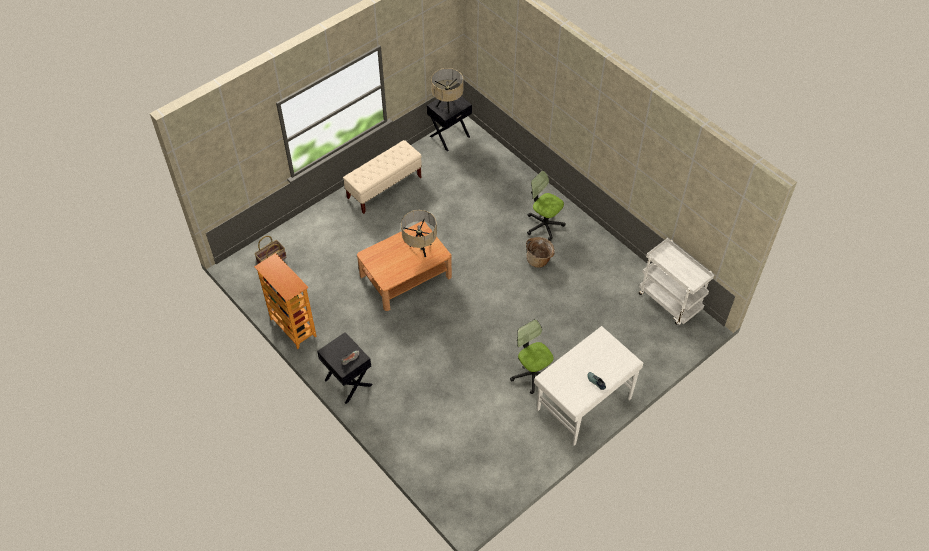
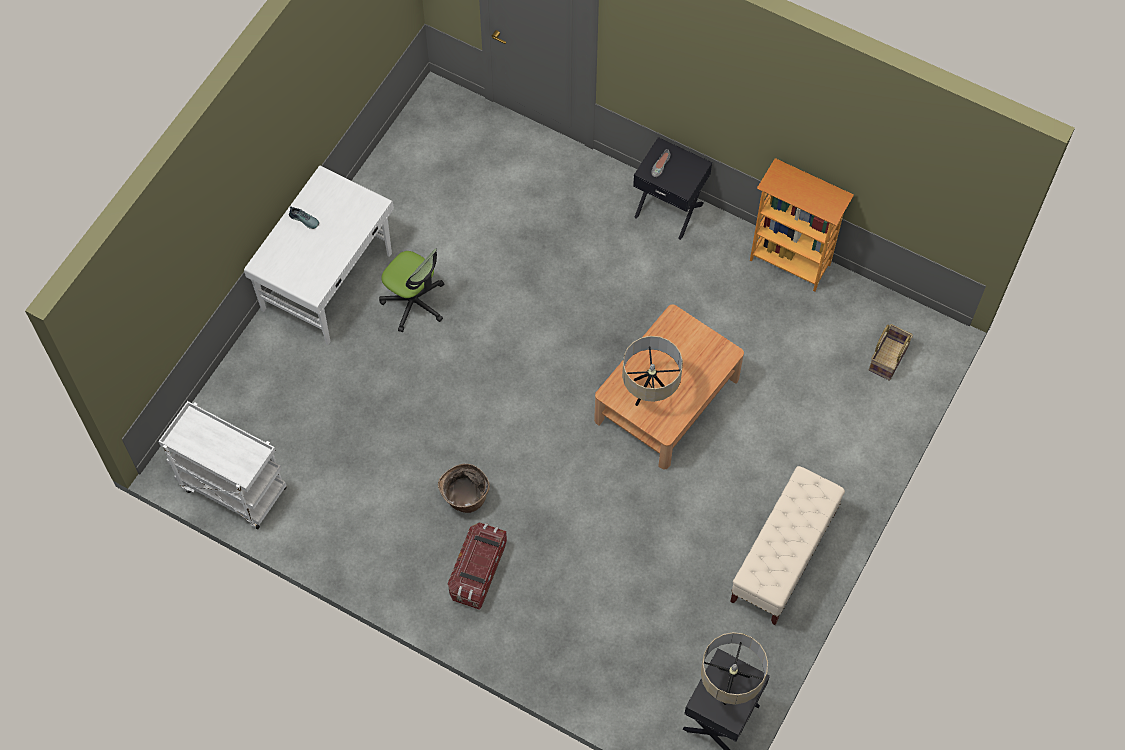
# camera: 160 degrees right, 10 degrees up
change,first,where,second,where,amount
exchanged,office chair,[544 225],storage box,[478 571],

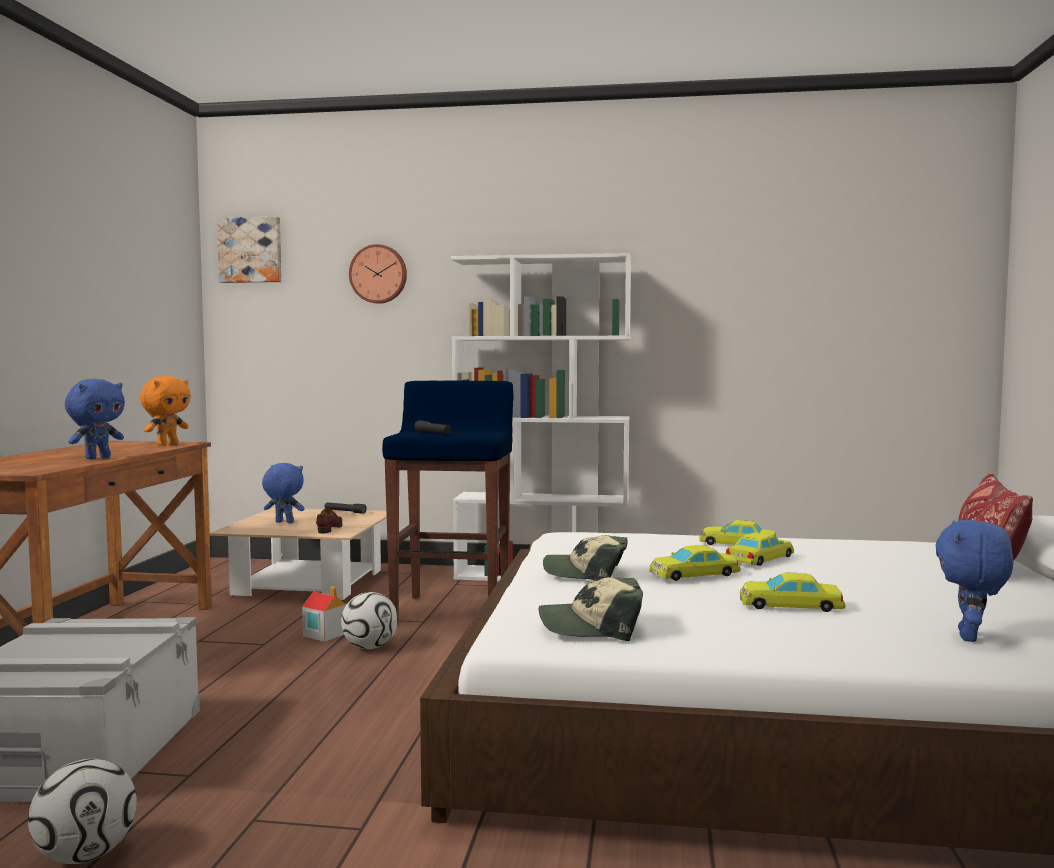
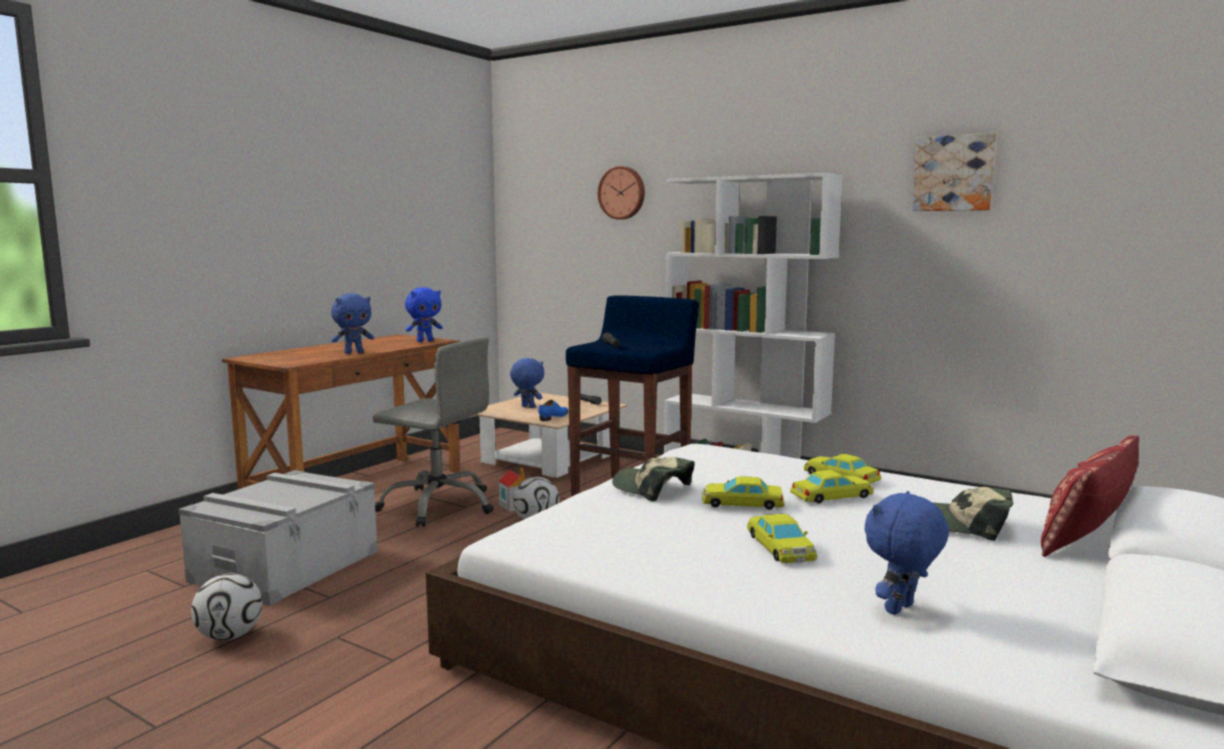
# camera: 25 degrees right, 5 degrees up
change,first,where,second,where,amount
appeared,,,office chair (grey),[438 505],
relocated,picture,[251 250],,[954 173],
relocated,cap,[592 627],,[965 525],
colour,plush toy (orange),[167 444],plush toy (blue),[425 341],
colour,shoe (brown),[330 528],shoe (blue),[554 417],
spun,toy car (yellow),[790 604],,[780 547],135 degrees counterclockwise

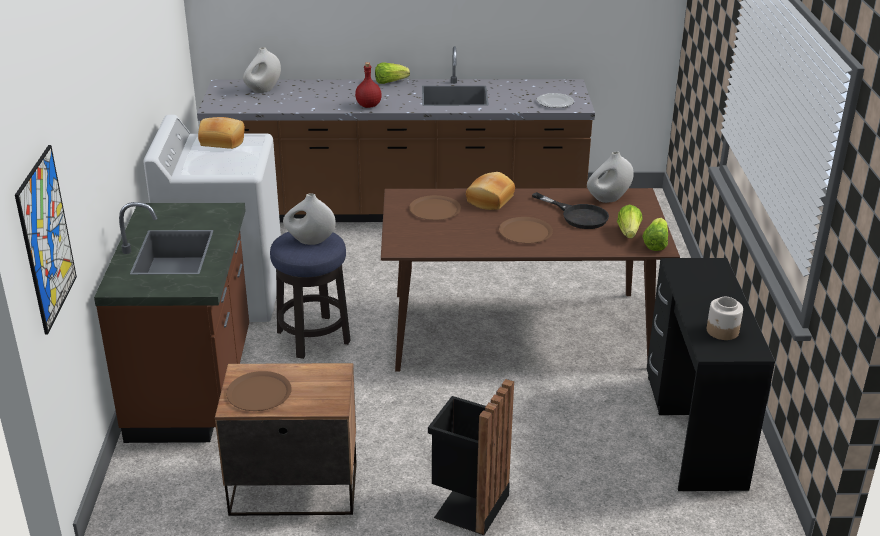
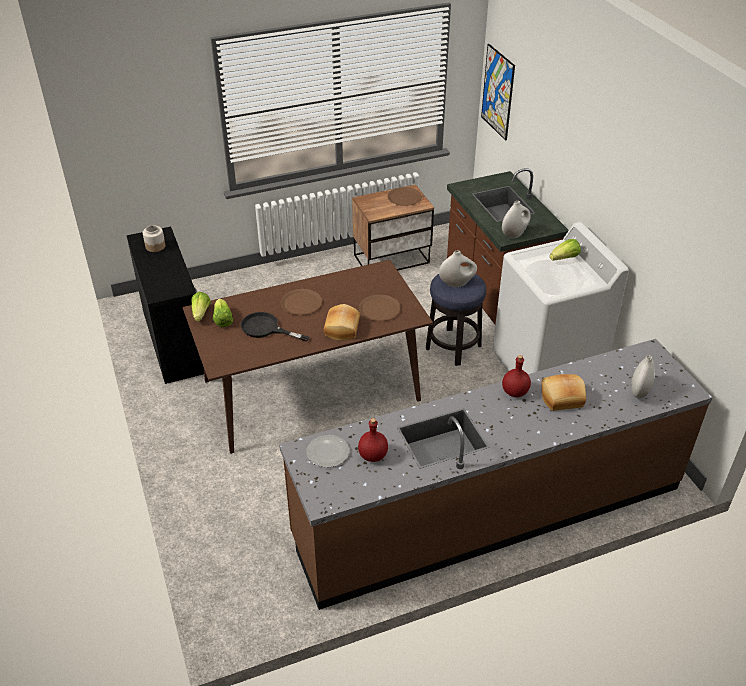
# camera: 160 degrees right, 10 degrees up
change,first,where,second,where,amount
missing,trash can (black),[468 505],,,
appeared,,,bottle (red),[372 456],
relocated,bread,[223 141],,[562 399],
relocated,lettuce,[390 82],,[564 258],
relocated,vase (white),[608 199],,[514 234],

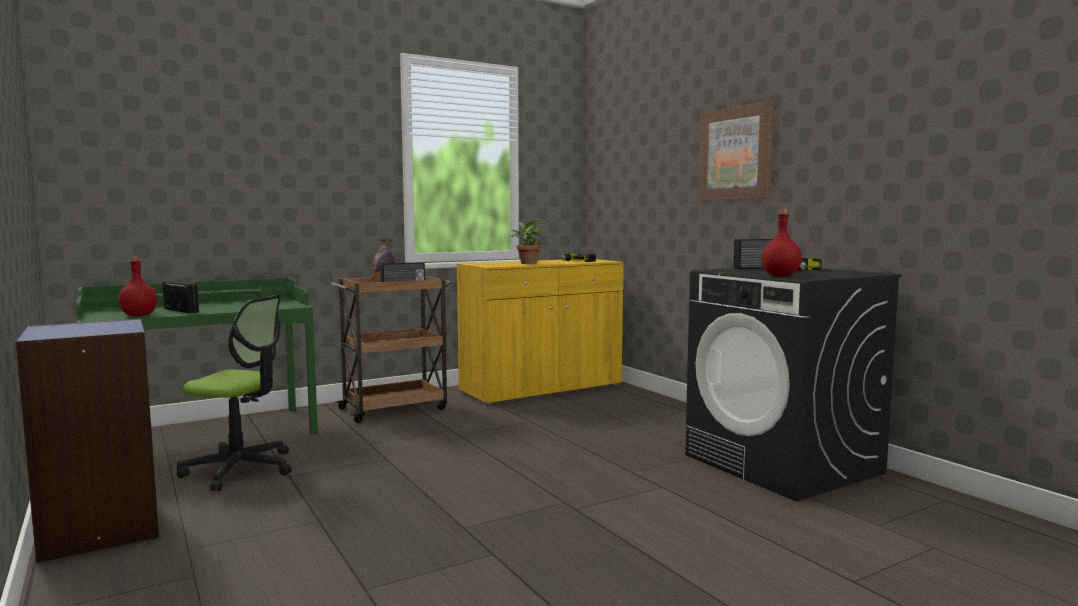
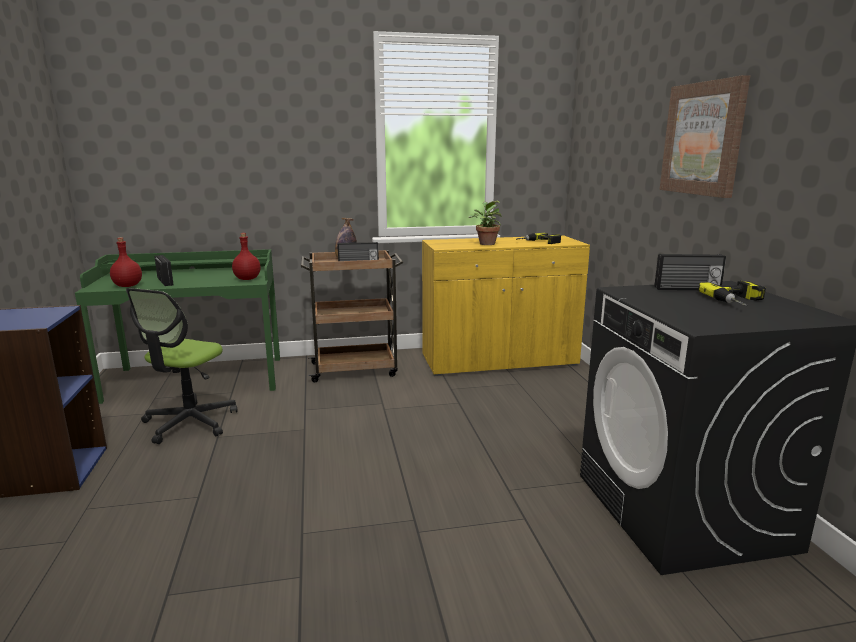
# camera: 20 degrees right, 10 degrees up
change,first,where,second,where,amount
relocated,bottle (red),[781 276],,[247 279],
spun,office chair,[240 469],,[190 423],75 degrees clockwise

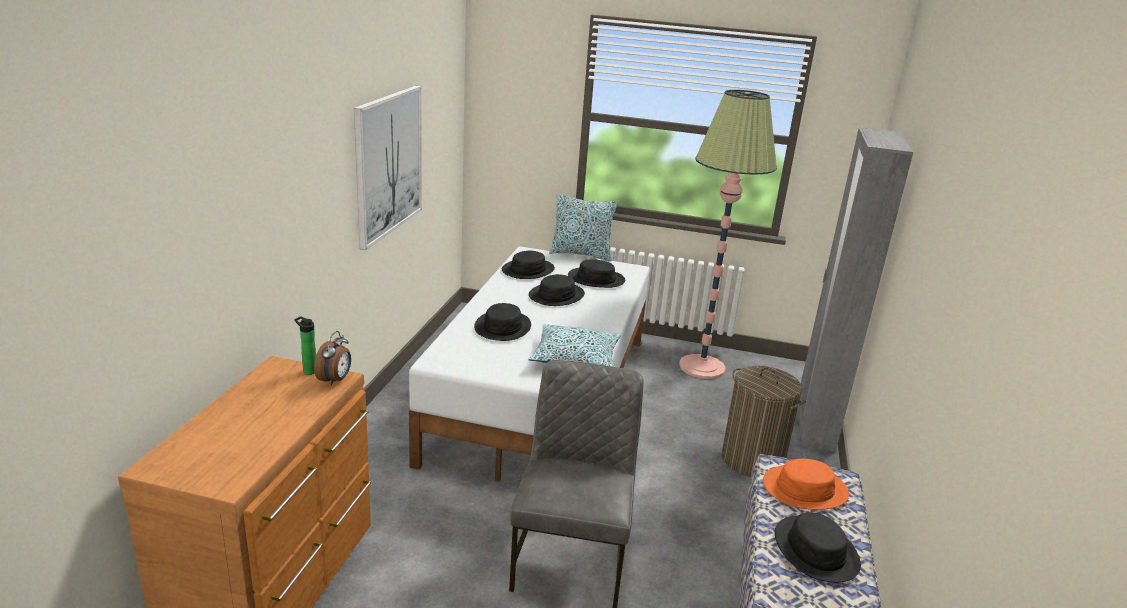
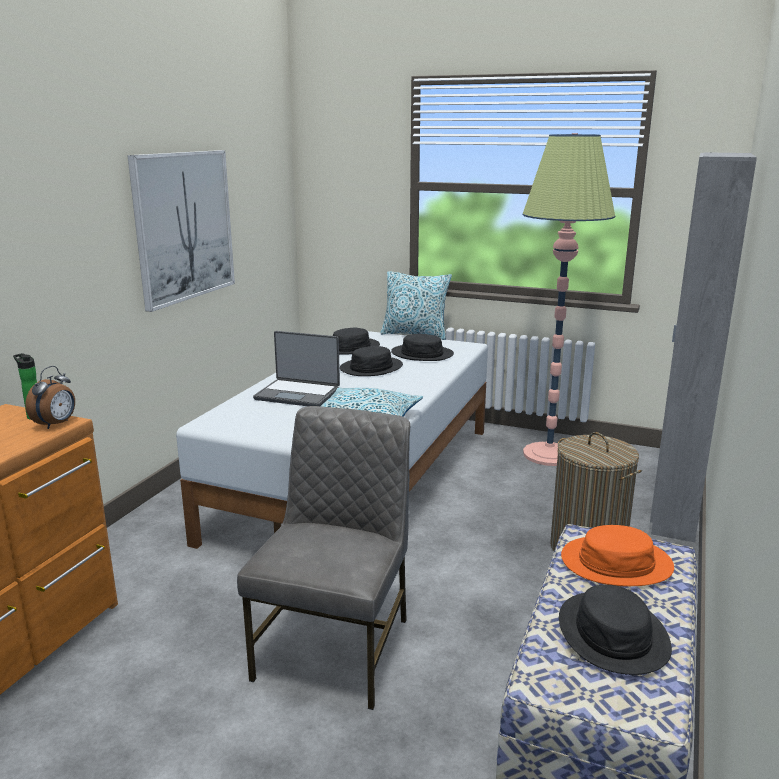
# camera: 10 degrees right, 5 degrees down
change,first,where,second,where,amount
exchanged,hat (black),[503 327],laptop,[298 394],

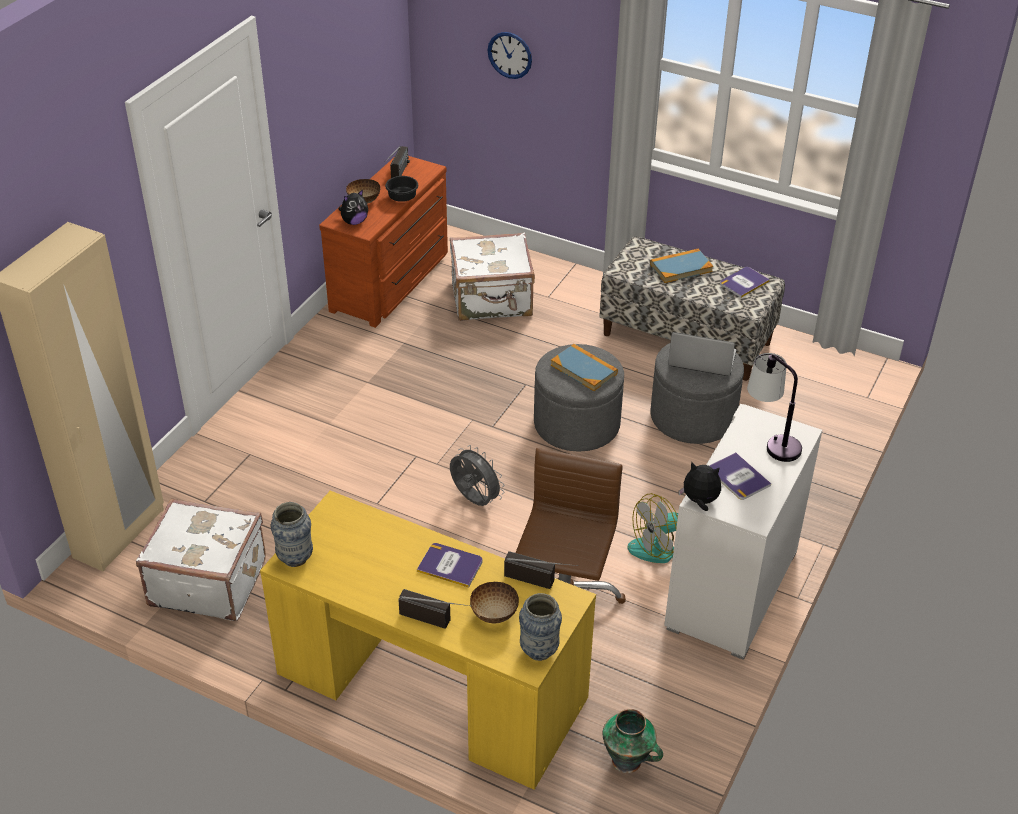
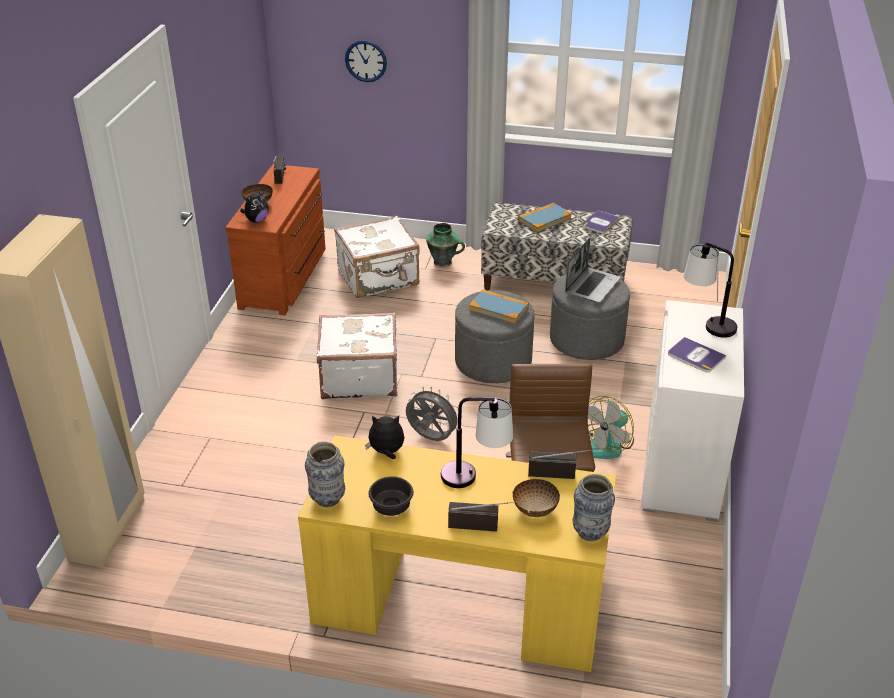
# camera: 15 degrees left, 5 degrees down
change,first,where,second,where,amount
relocated,suitcase (white),[208 581],,[358 377],
relocated,bowl (black),[402 197],,[390 506],
relocated,vase,[628 762],,[443 262],
relocated,plush toy,[699 501],,[386 452],
exchanged,book,[450 565],table lamp,[475 477],
spun,laptop,[701 360],,[592 286],120 degrees clockwise

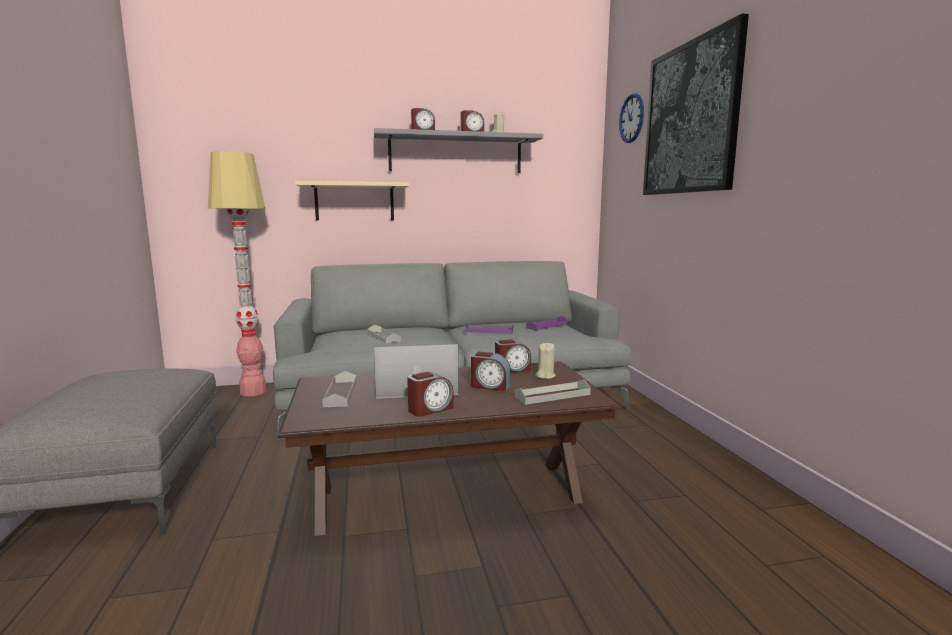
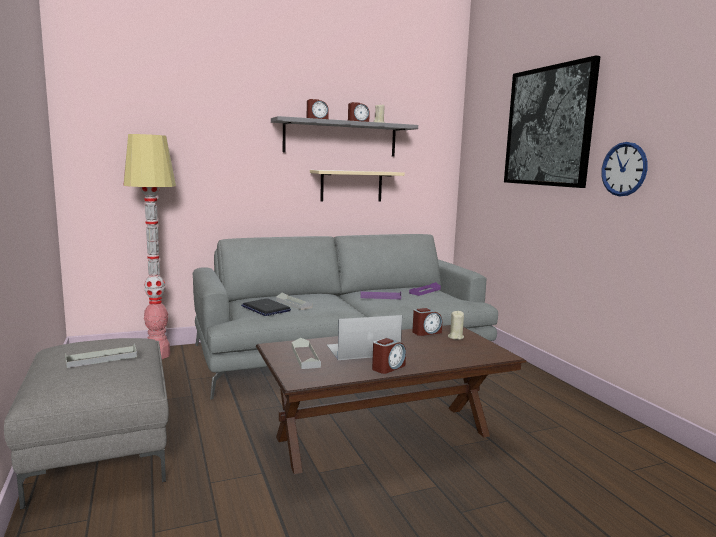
# camera: 10 degrees left, 0 degrees up
change,first,where,second,where,amount
missing,alarm clock,[490 386],,,
appeared,,,laptop,[265 308],
relocated,shelf (beige),[354 202],,[351 186],
relocated,tray (grey),[552 395],,[101 359],
relocated,wall clock,[632 118],,[624 169],

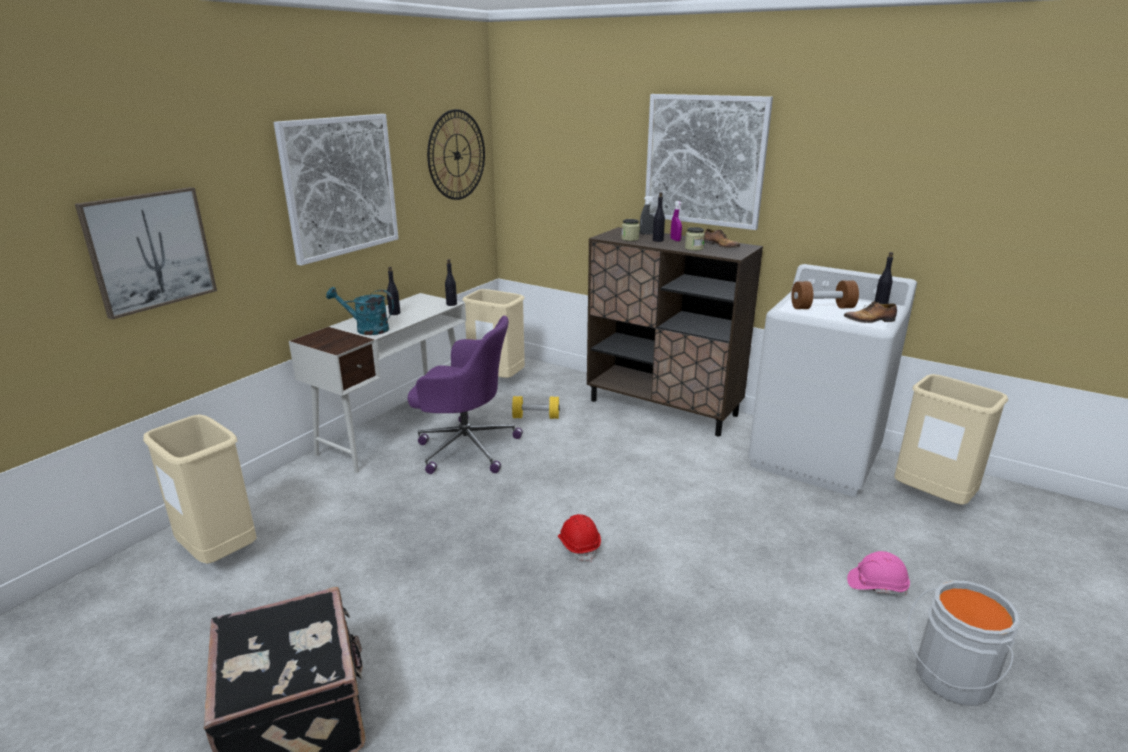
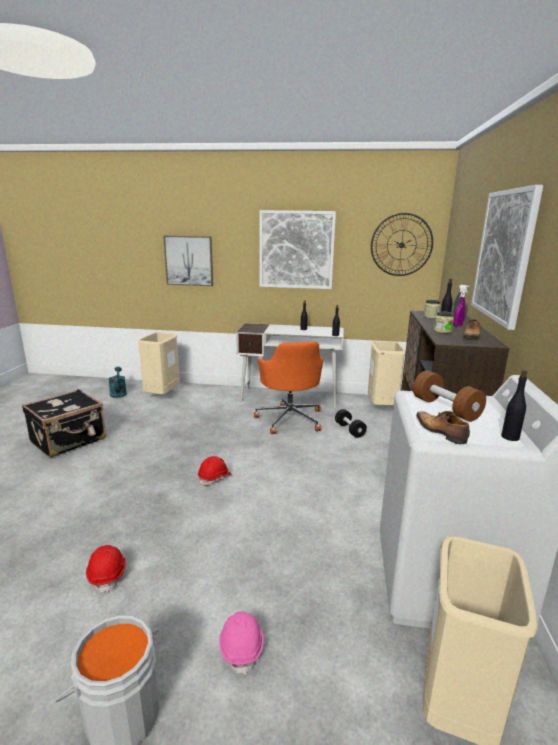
# camera: 65 degrees right, 5 degrees down
change,first,where,second,where,amount
appeared,,,hard hat (red),[108 574],
relocated,watering can (turquoise),[366 329],,[118 393],
colour,office chair (purple),[465 447],office chair (orange),[290 419],
colour,dumbbell (yellow),[536 417],dumbbell (black),[349 430],

